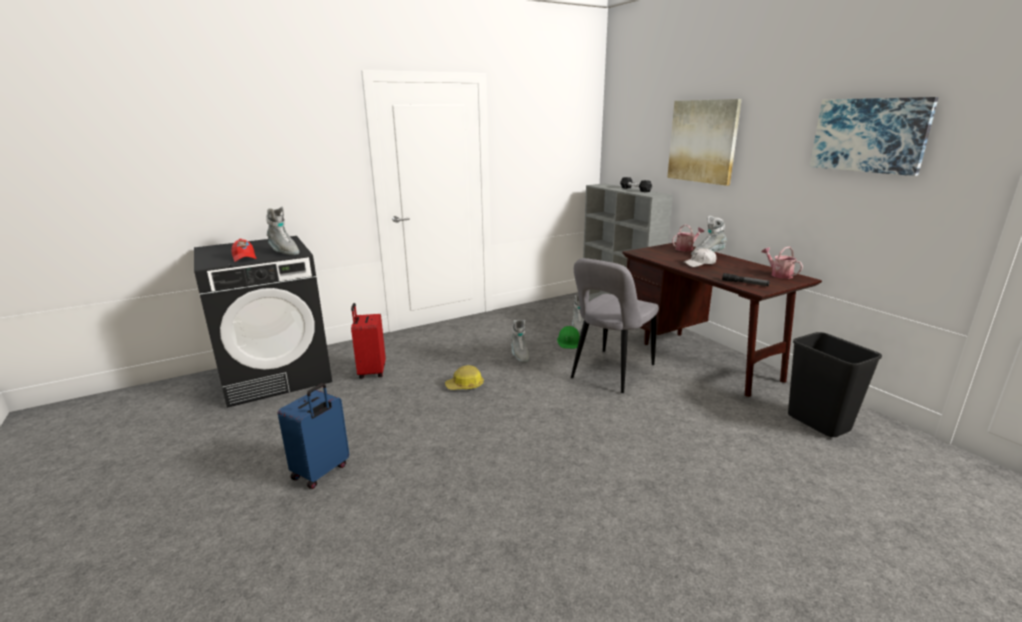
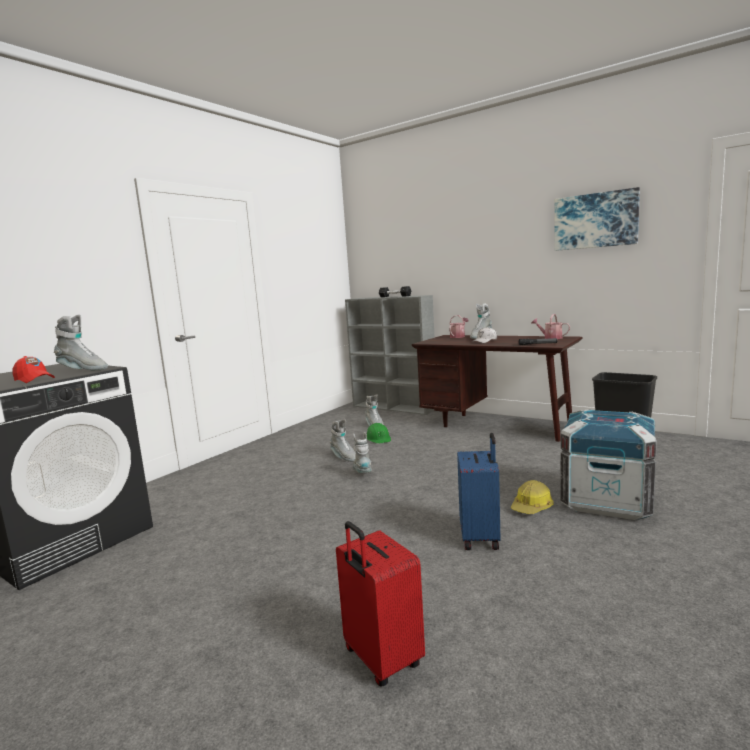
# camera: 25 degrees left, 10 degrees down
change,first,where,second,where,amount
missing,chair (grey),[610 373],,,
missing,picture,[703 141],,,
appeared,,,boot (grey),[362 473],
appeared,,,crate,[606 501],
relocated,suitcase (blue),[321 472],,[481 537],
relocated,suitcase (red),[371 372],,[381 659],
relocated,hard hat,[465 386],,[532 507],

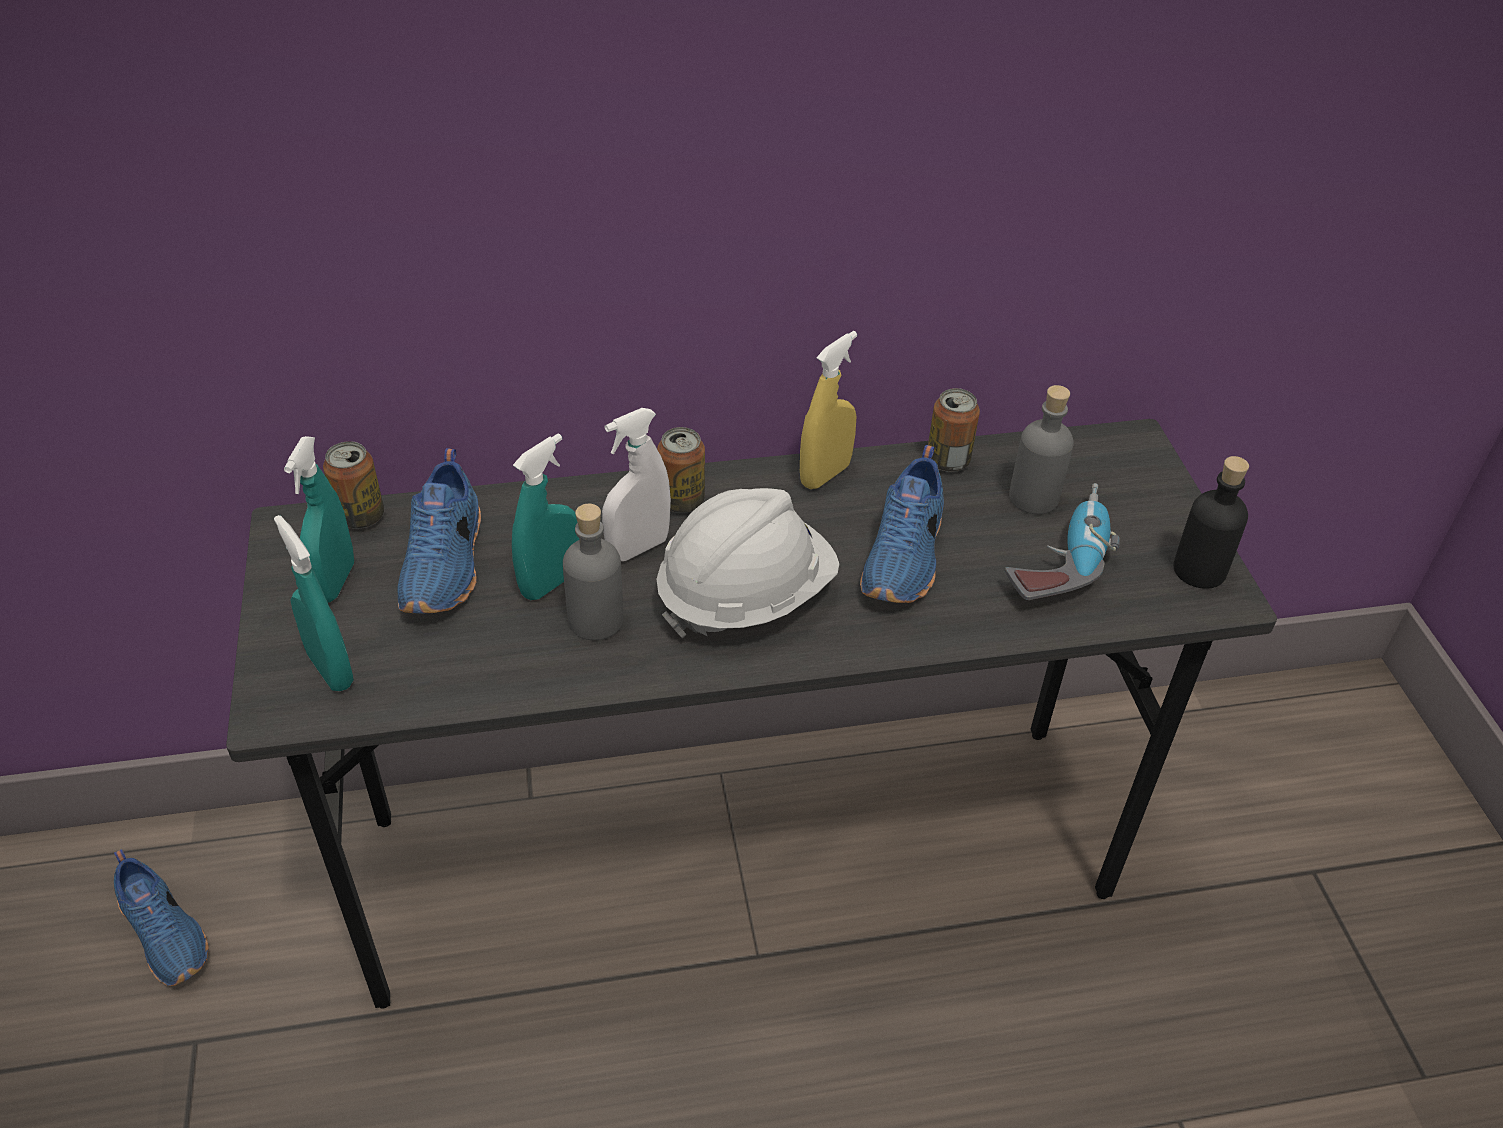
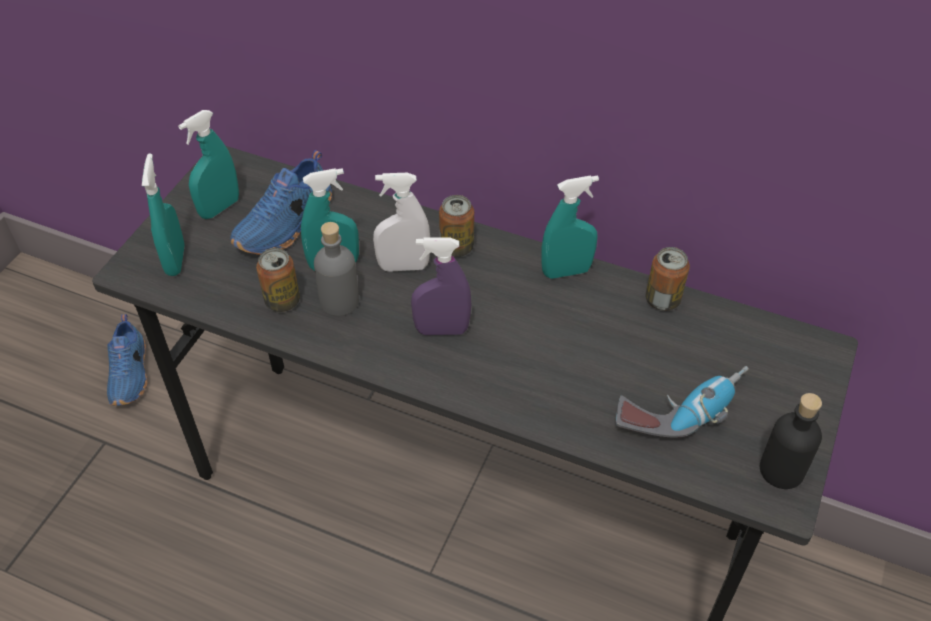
# camera: 35 degrees right, 5 degrees up
change,first,where,second,where,amount
missing,shoe (blue),[906 557],,,
missing,bottle (grey),[1033 497],,,
relocated,can,[361 516],,[282 301],
exchanged,hard hat (white),[745 596],spray bottle (purple),[442 330],
colour,spray bottle (yellow),[825 475],spray bottle (turquoise),[566 271],

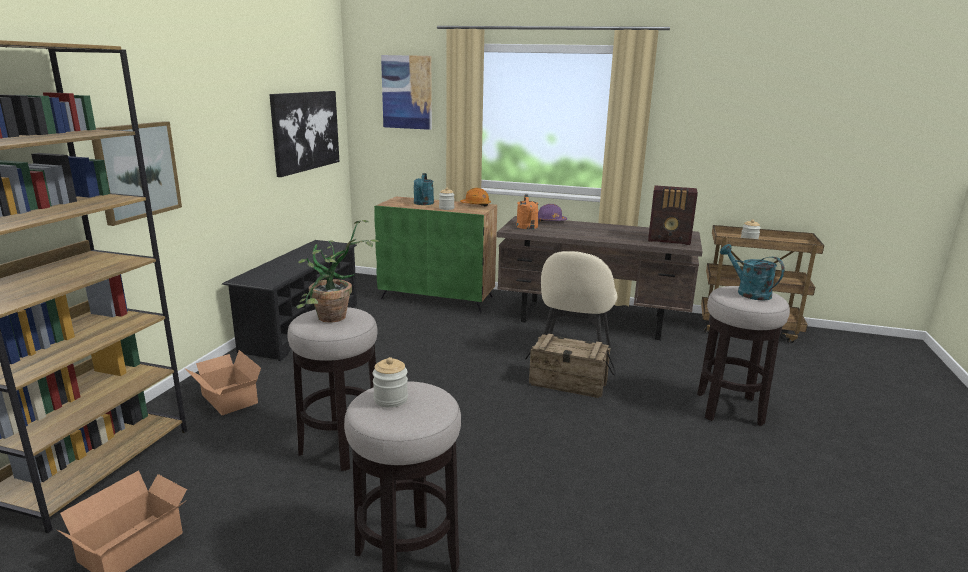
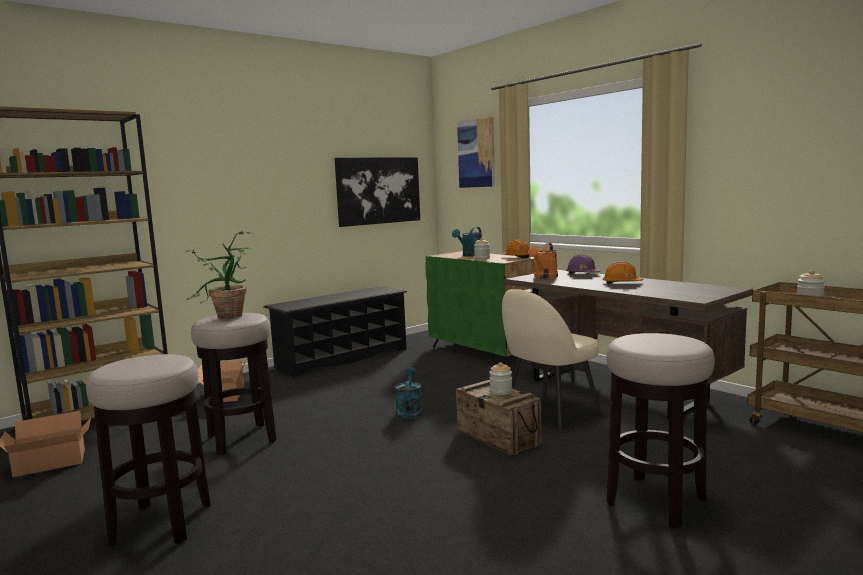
# camera: 35 degrees right, 10 degrees down
change,first,where,second,where,amount
missing,picture,[136 171],,,
missing,radio,[670 240],,,
appeared,,,hard hat (orange),[622 283],
relocated,jar,[390 399],,[501 391],
relocated,watering can (turquoise),[748 292],,[409 411],

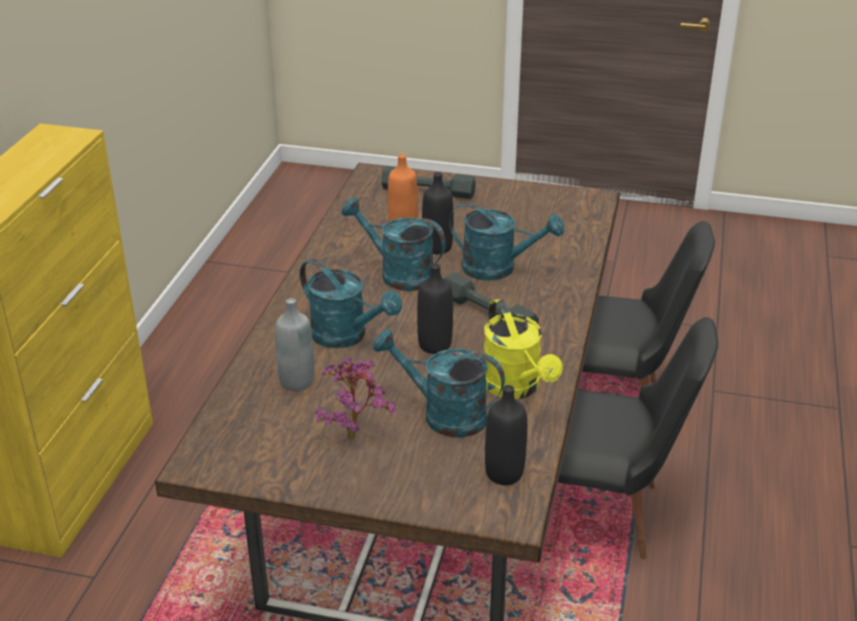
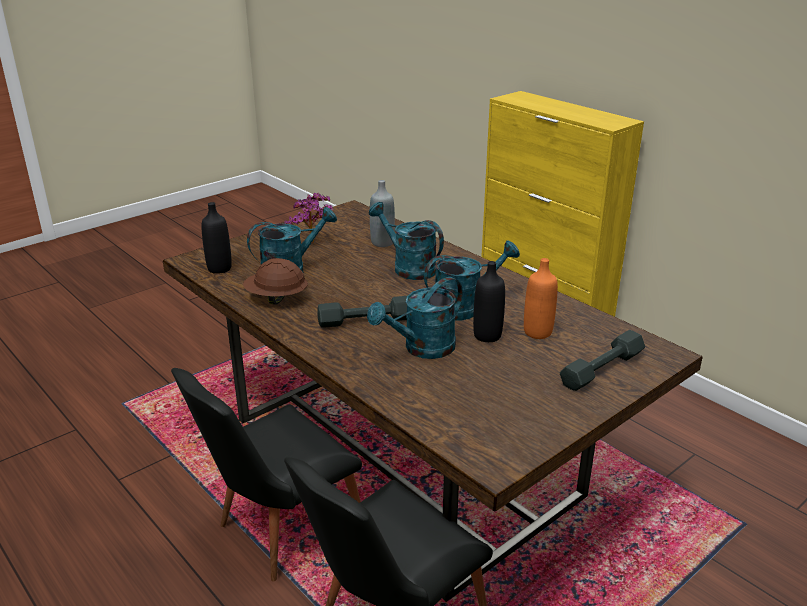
# camera: 125 degrees right, 5 degrees down
change,first,where,second,where,amount
missing,bottle (black),[435 345],,,
exchanged,watering can (yellow),[517 388],hard hat (brown),[276 299],
spun,watering can (turquoise),[347 336],,[408 267],60 degrees clockwise

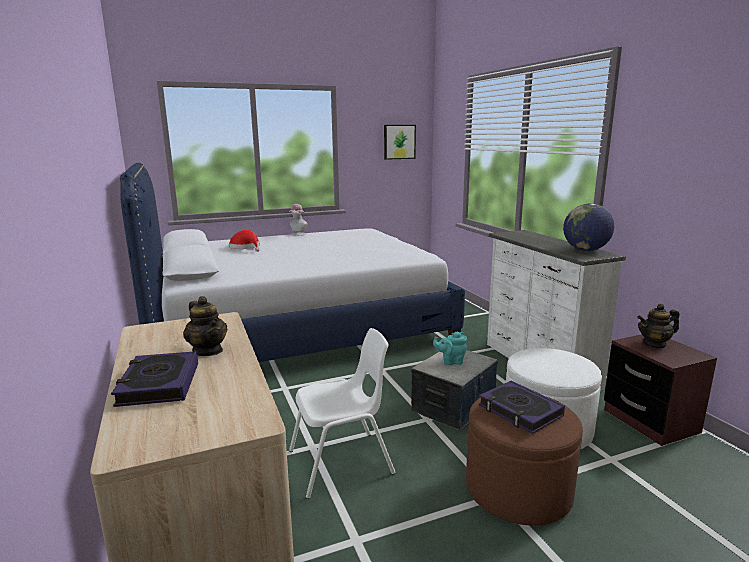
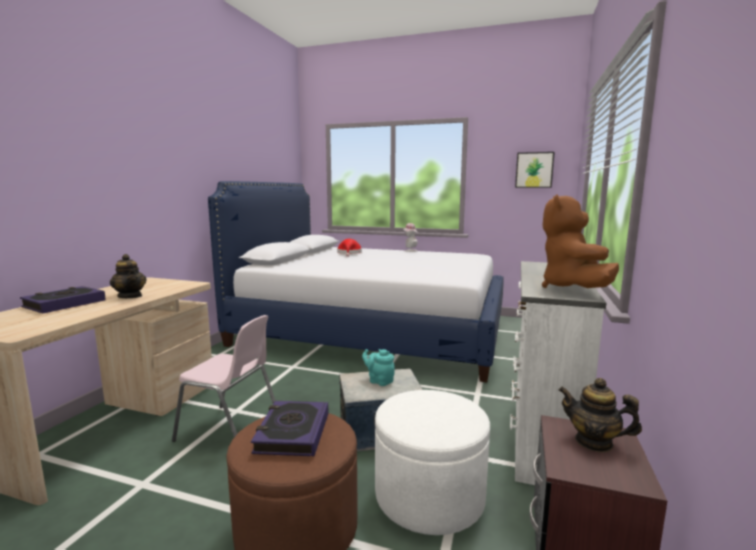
# camera: 40 degrees right, 5 degrees down
change,first,where,second,where,amount
exchanged,globe,[585 250],plush toy (brown),[572 288],
colour,chair (white),[342 463],chair (pink),[231 430],
spun,teapot,[208 351],,[130 296],45 degrees counterclockwise

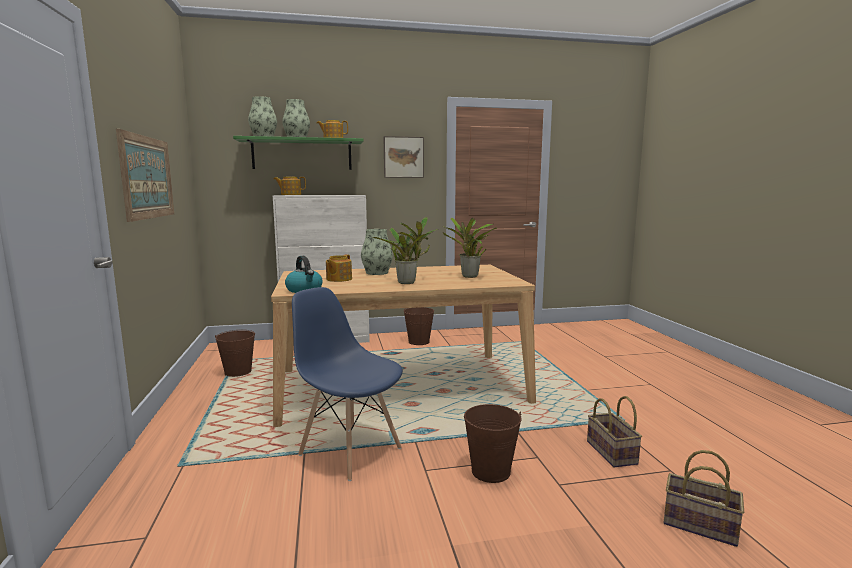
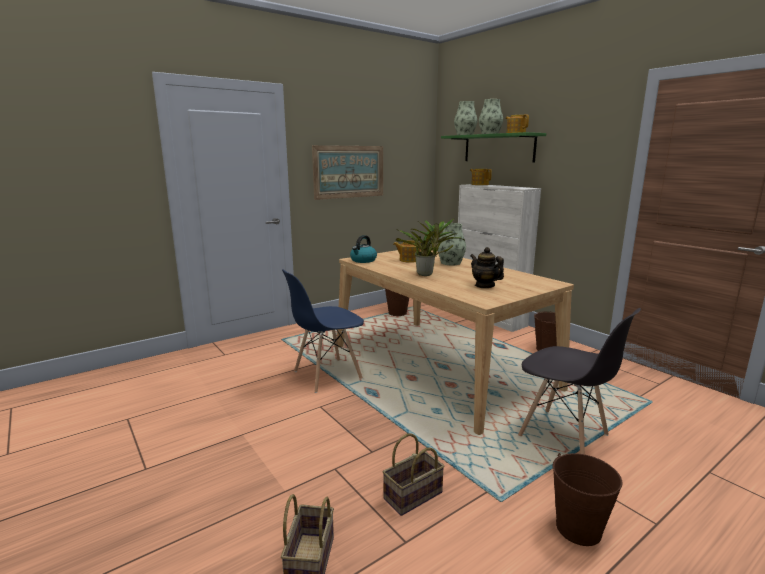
# camera: 65 degrees right, 5 degrees up
change,first,where,second,where,amount
missing,picture,[403 157],,,
appeared,,,chair (grey),[564 436],
relocated,bucket (brown),[490 471],,[578 528],
exchanged,potted plant,[469 277],teapot,[484 285],
spun,chair (blue),[349 451],,[326 375],135 degrees counterclockwise

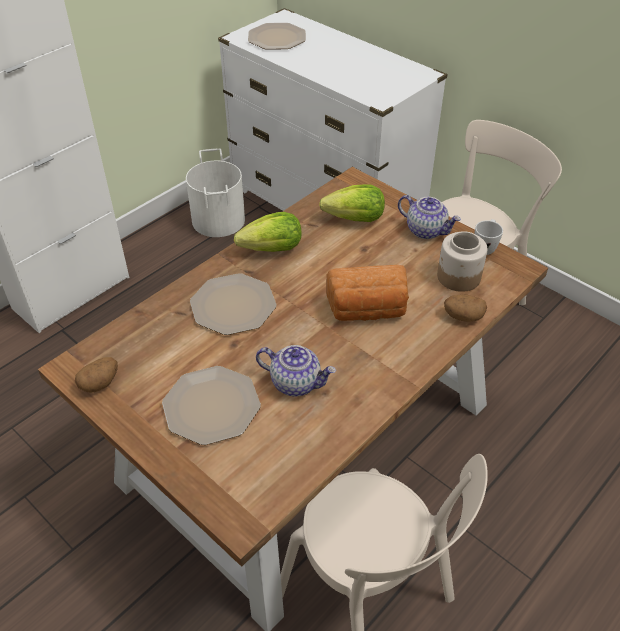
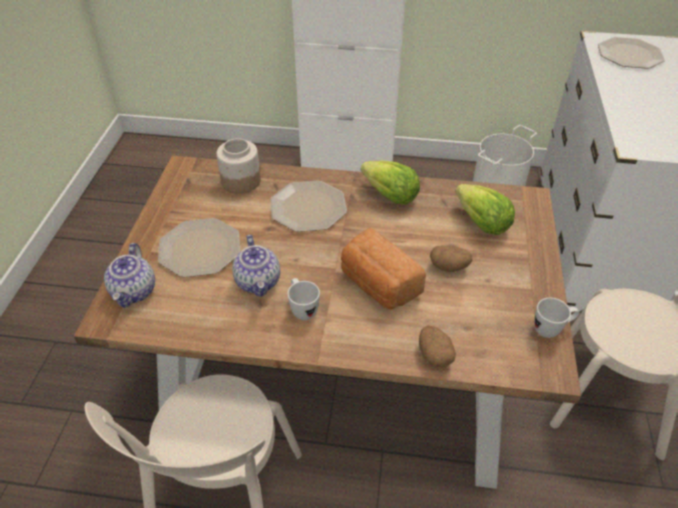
# camera: 55 degrees right, 0 degrees up
change,first,where,second,where,amount
appeared,,,mug (white),[302 309],
relocated,potato,[100 383],,[449 267],
relocated,teapot,[426 230],,[134 292],
relocated,jar,[458 277],,[240 181],

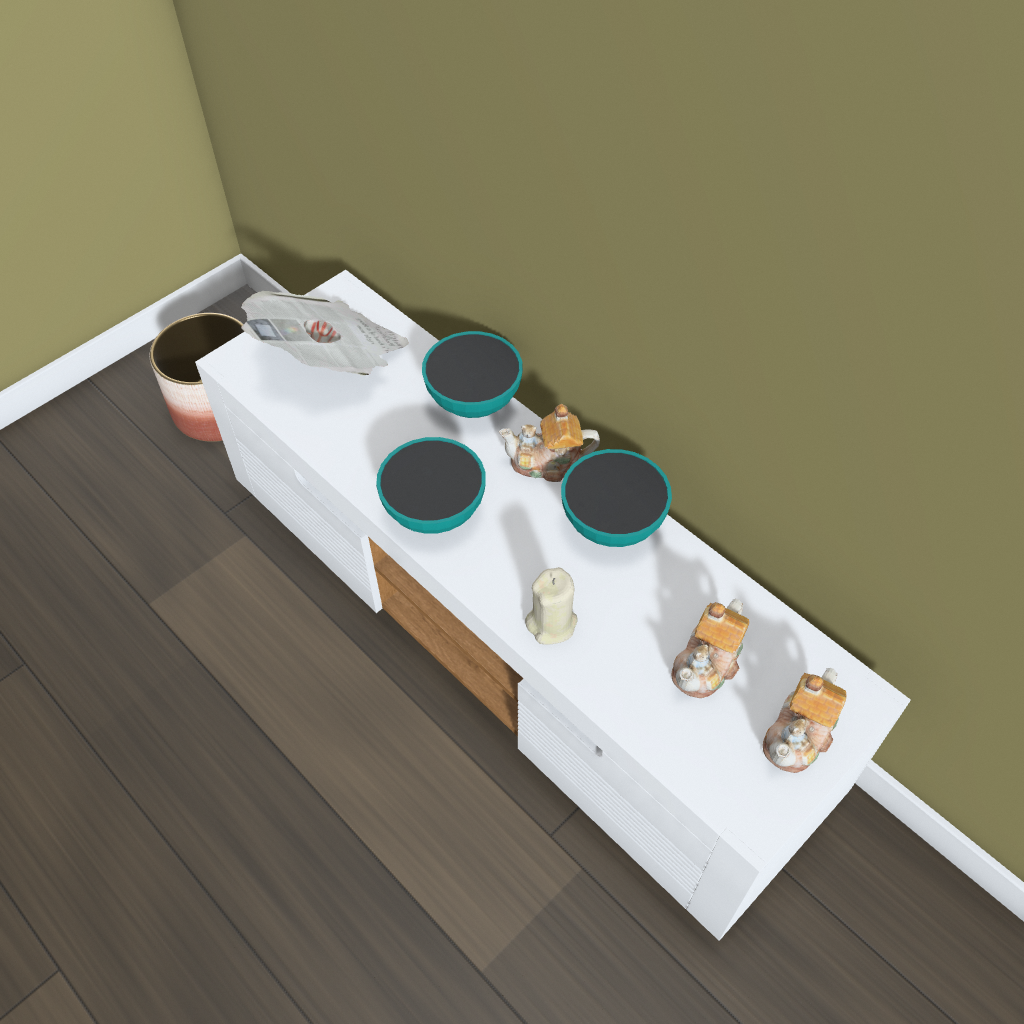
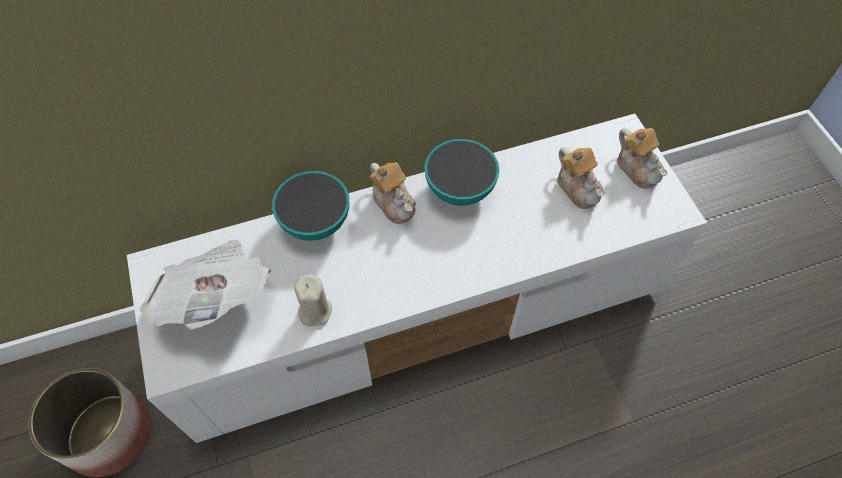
# camera: 65 degrees left, 5 degrees up
change,first,where,second,where,amount
missing,bowl,[434 511],,,
relocated,candle (beige),[552 623],,[315 310],
spun,teapot,[548 462],,[394 202],60 degrees counterclockwise

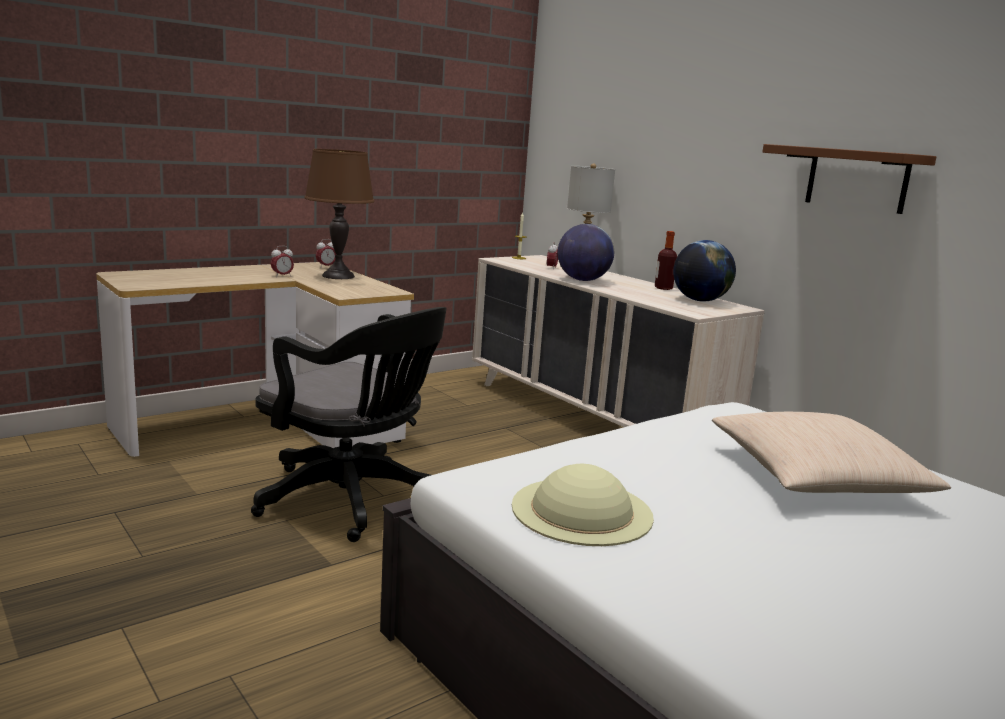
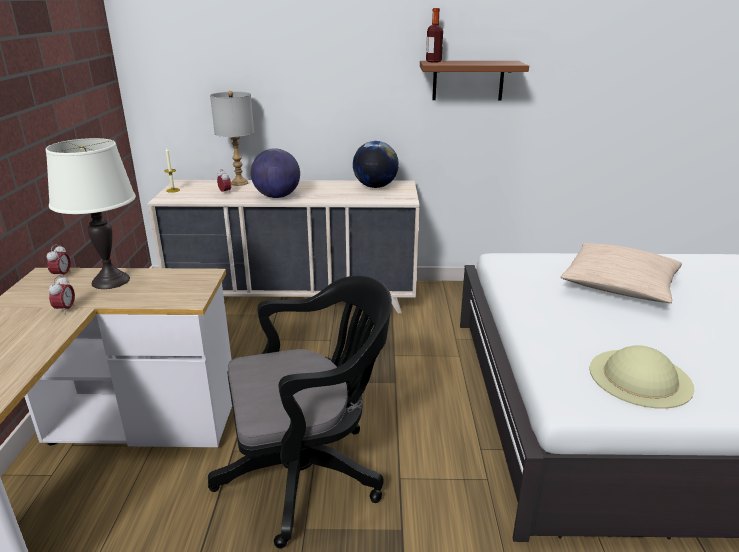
# camera: 50 degrees left, 10 degrees up
change,first,where,second,where,amount
relocated,bottle,[663 288],,[433 61],
colour,table lamp (brown),[338 276],table lamp (white),[110 281],

